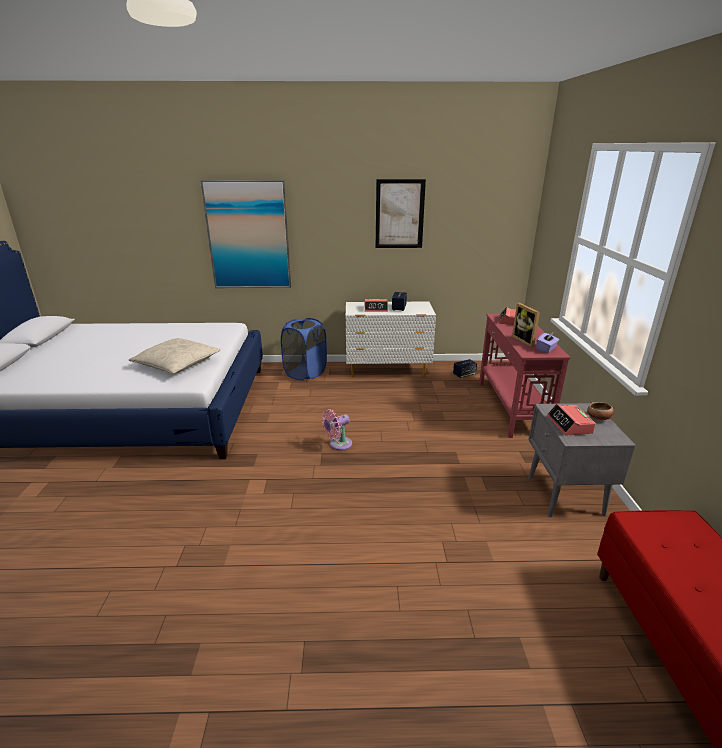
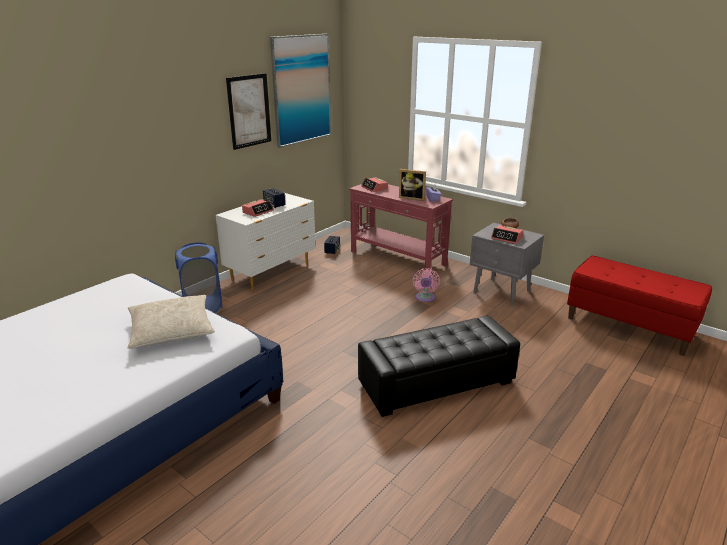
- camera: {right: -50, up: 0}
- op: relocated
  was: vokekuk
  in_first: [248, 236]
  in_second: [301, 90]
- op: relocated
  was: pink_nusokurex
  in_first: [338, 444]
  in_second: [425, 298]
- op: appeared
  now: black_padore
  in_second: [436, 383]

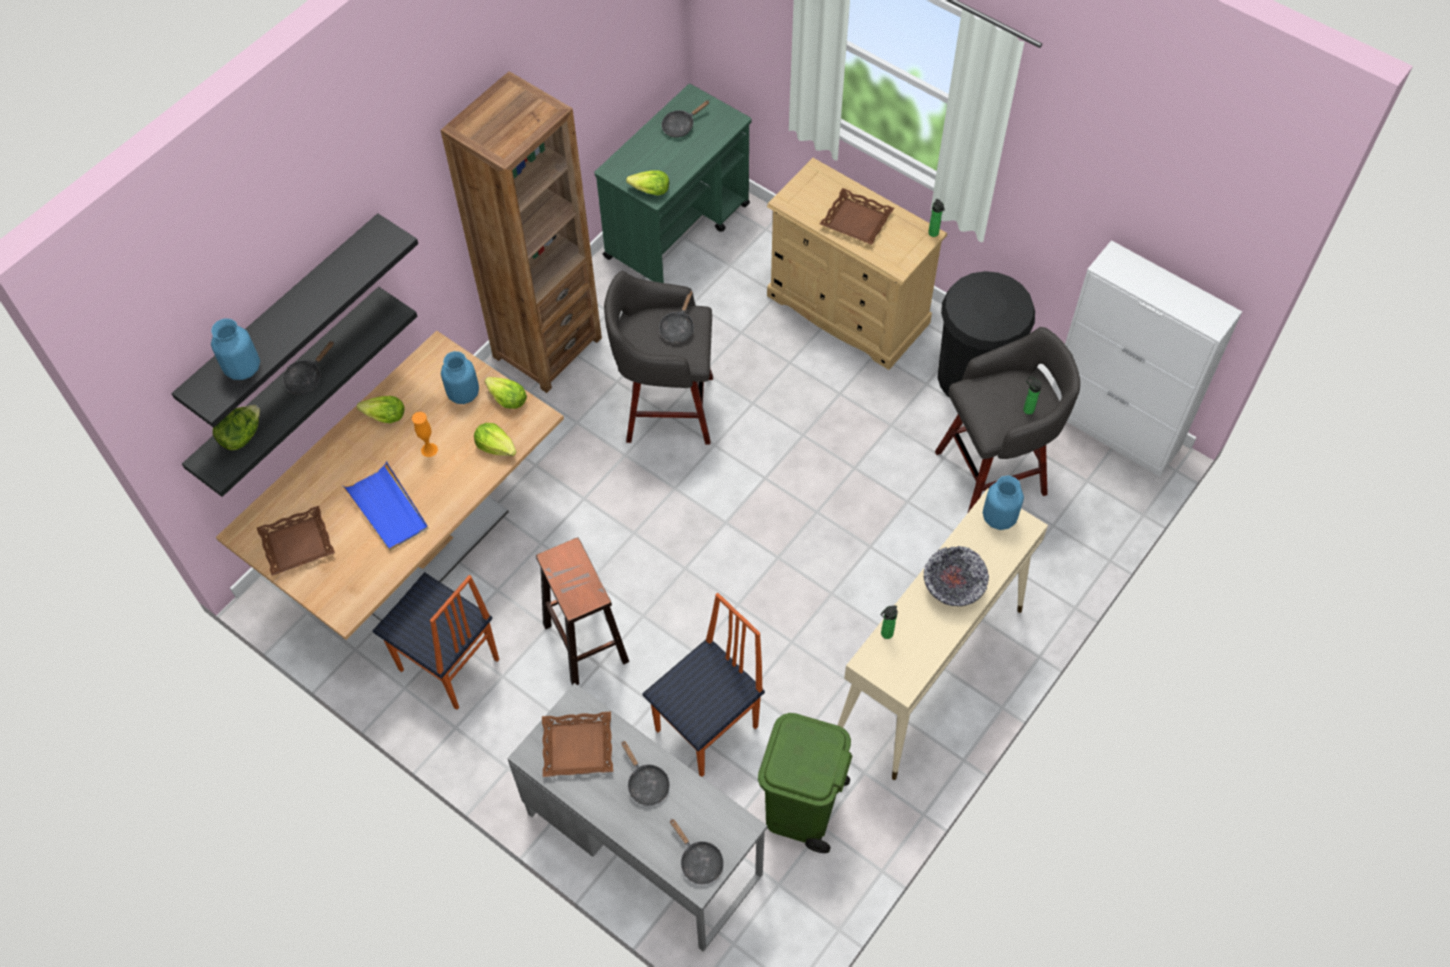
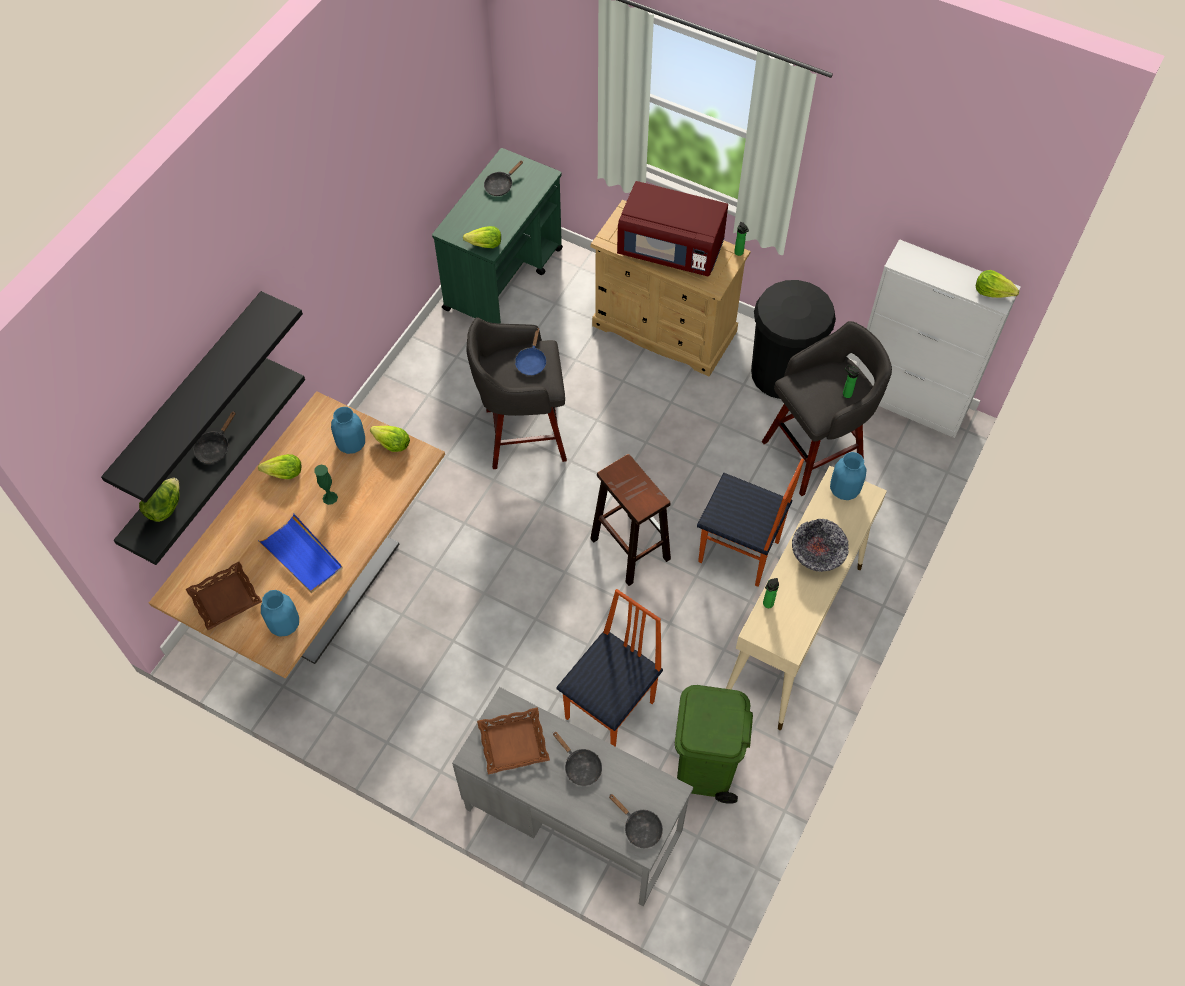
- camera: {right: -10, up: 0}
- op: relocated
  was: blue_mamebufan
  in_first: [243, 368]
  in_second: [284, 624]
- op: relocated
  was: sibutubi
  in_first: [448, 666]
  in_second: [739, 553]
- op: colour
  was: orange_mamebufan
  now: green_mamebufan
  in_first: [429, 450]
  in_second: [330, 498]
- op: missing
  was: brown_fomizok
  in_first: [547, 347]
- op: relocated
  was: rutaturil
  in_first: [496, 447]
  in_second: [992, 292]
- op: relocated
  was: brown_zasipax
  in_first: [584, 642]
  in_second: [629, 548]
- op: colour
  was: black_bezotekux
  now: blue_bezotekux
  in_first: [678, 327]
  in_second: [531, 361]
- op: exchanged
  was: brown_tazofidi
  now: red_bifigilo
  in_first: [856, 220]
  in_second: [671, 249]

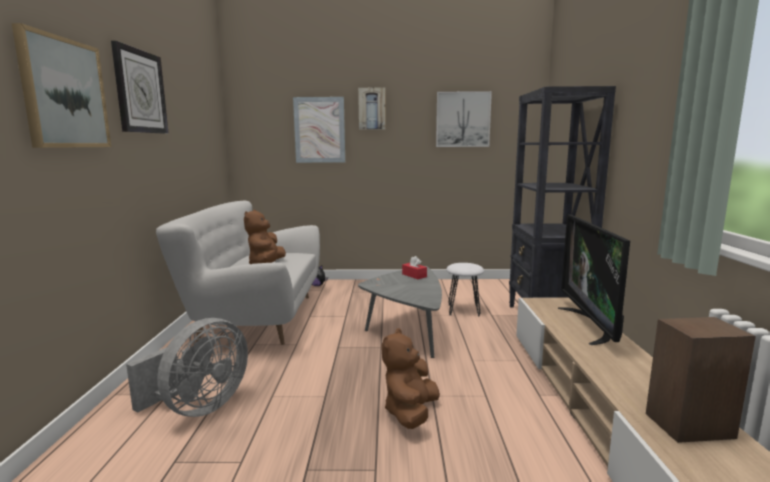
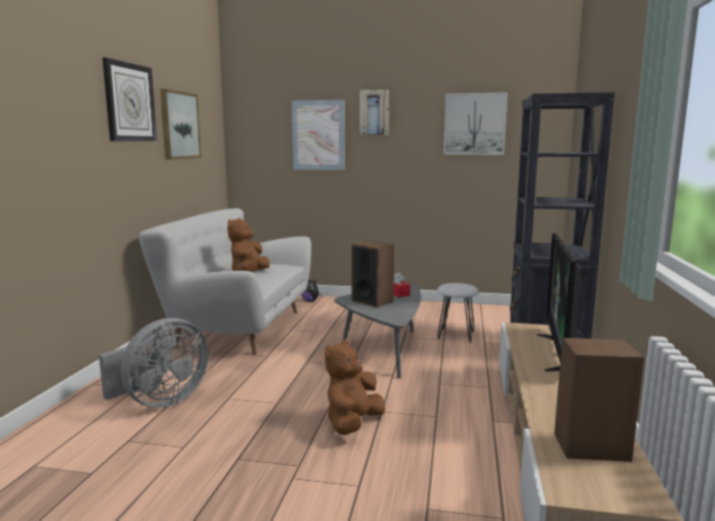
- camera: {right: 10, up: 0}
- op: relocated
  was: vokekuk
  in_first: [64, 93]
  in_second: [179, 125]
- op: appeared
  now: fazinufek
  in_second: [372, 301]

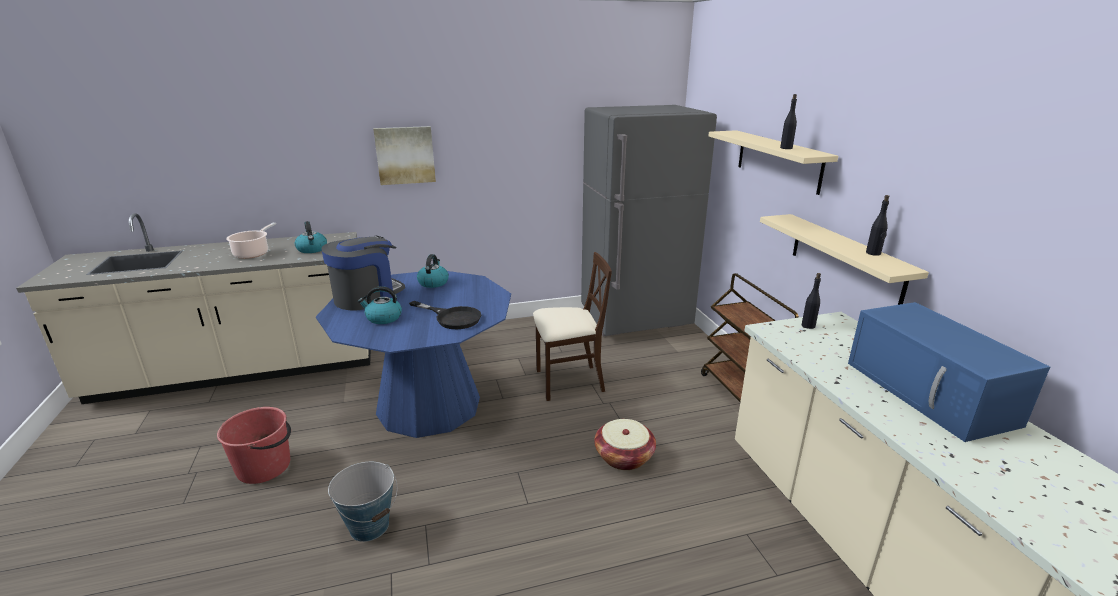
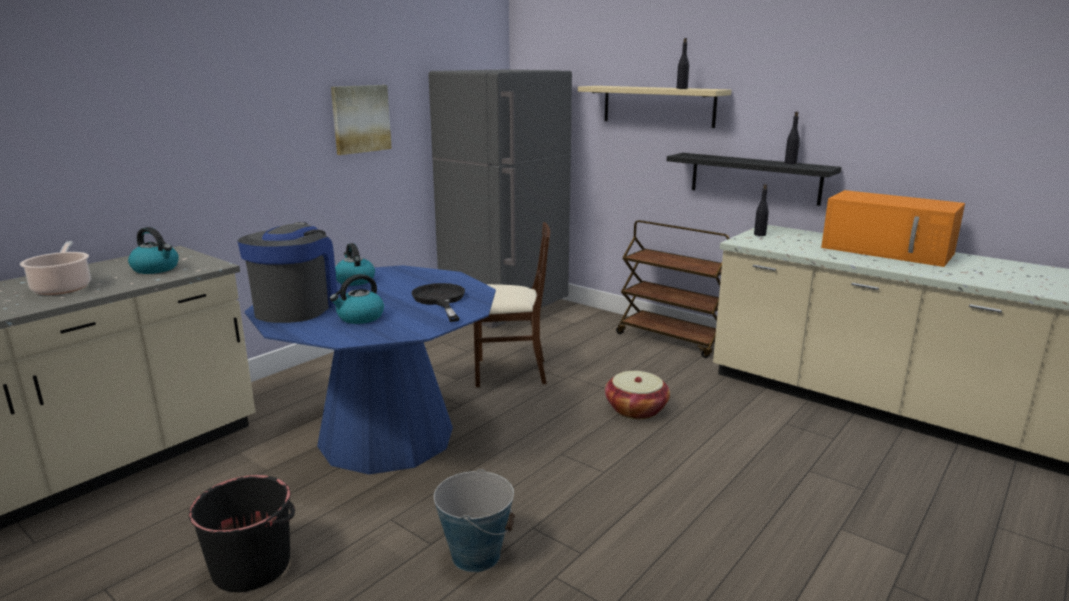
- camera: {right: -35, up: -5}
- op: colour
  was: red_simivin
  now: black_simivin
  in_first: [265, 466]
  in_second: [252, 566]
- op: relocated
  was: vokekuk
  in_first: [405, 155]
  in_second: [360, 119]
- op: spun
  was: black_bezotekux
  in_first: [452, 318]
  in_second: [440, 300]
  clockwise: -105
- op: spun
  was: beige_sibutubi
  in_first: [568, 382]
  in_second: [509, 372]
  clockwise: 45
- op: colour
  was: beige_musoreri
  now: black_musoreri
  in_first: [845, 259]
  in_second: [754, 178]
- op: colour
  was: blue_bifigilo
  now: orange_bifigilo
  in_first: [931, 393]
  in_second: [889, 251]

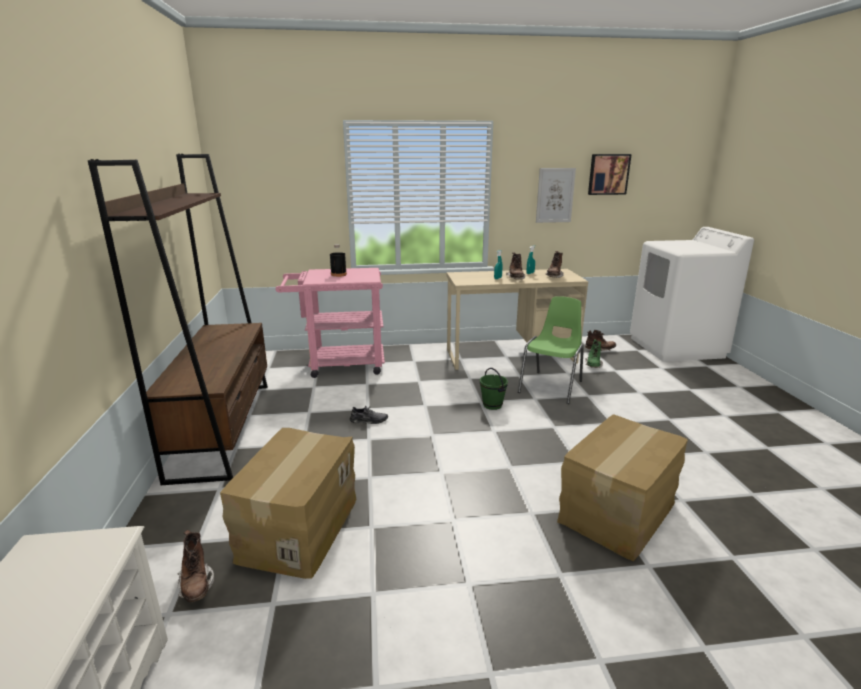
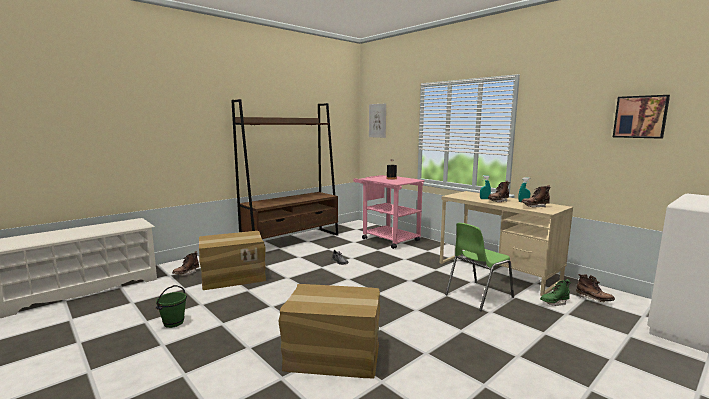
- camera: {right: 55, up: -10}
- op: relocated
  was: green_simivin
  in_first: [492, 405]
  in_second: [174, 323]
- op: spun
  was: green_sibutubi
  in_first: [552, 387]
  in_second: [477, 296]
  clockwise: 150
- op: relocated
  was: vokekuk
  in_first: [555, 195]
  in_second: [377, 120]

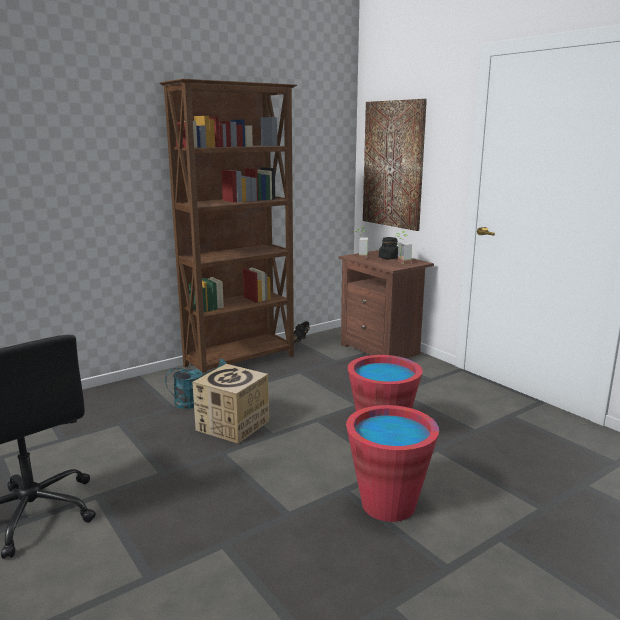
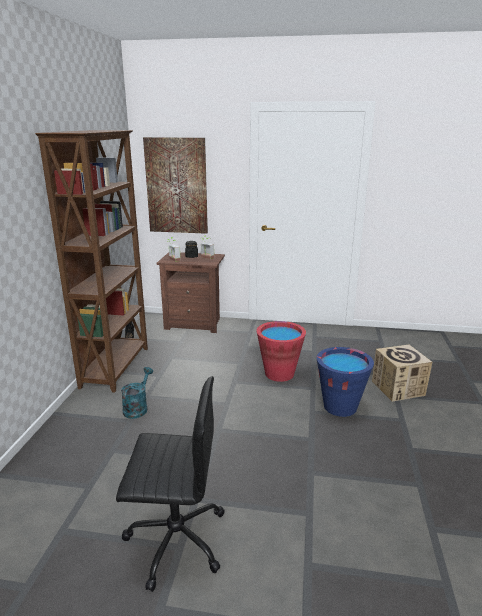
- camera: {right: -45, up: 5}
- op: relocated
  was: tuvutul
  in_first: [233, 425]
  in_second: [398, 388]
- op: colour
  was: red_simivin
  now: blue_simivin
  in_first: [388, 504]
  in_second: [340, 407]

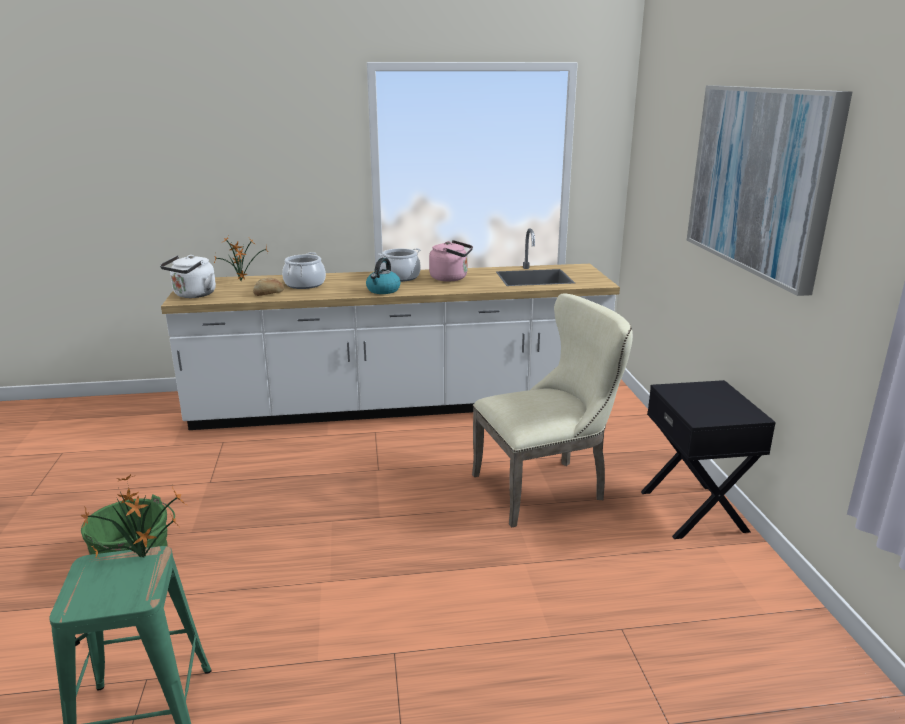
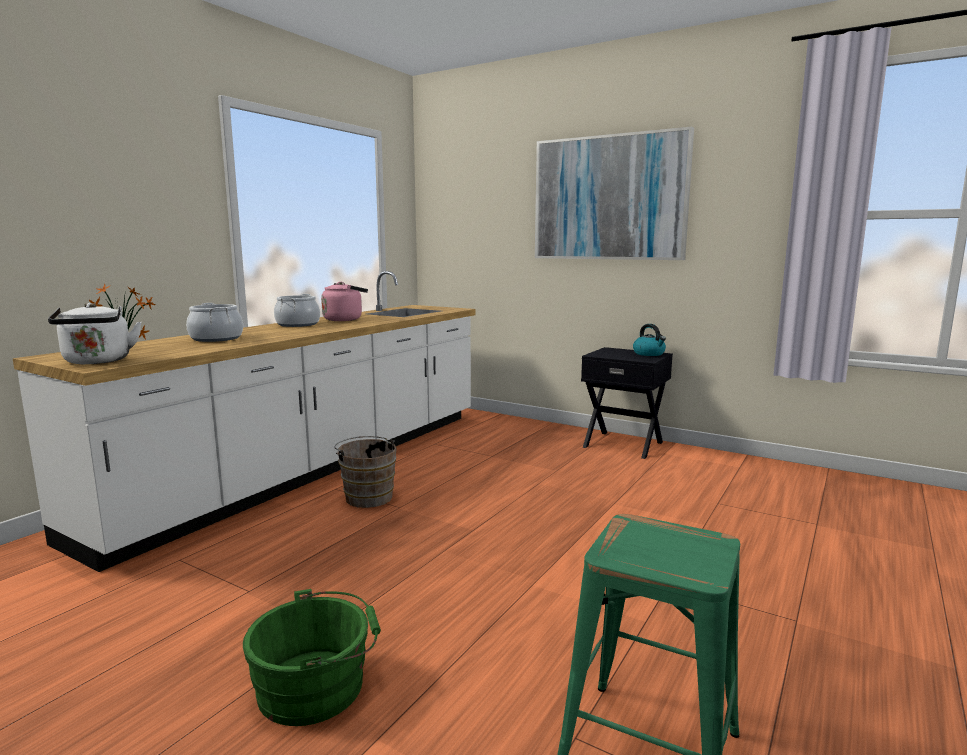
- camera: {right: -50, up: -10}
- op: missing
  was: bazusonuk
  in_first: [146, 557]
- op: missing
  was: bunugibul
  in_first: [269, 294]
- op: relocated
  was: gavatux
  in_first: [383, 290]
  in_second: [649, 354]
- op: missing
  was: beige_sibutubi
  in_first: [546, 487]
- op: appeared
  now: brown_simivin
  in_second: [367, 496]

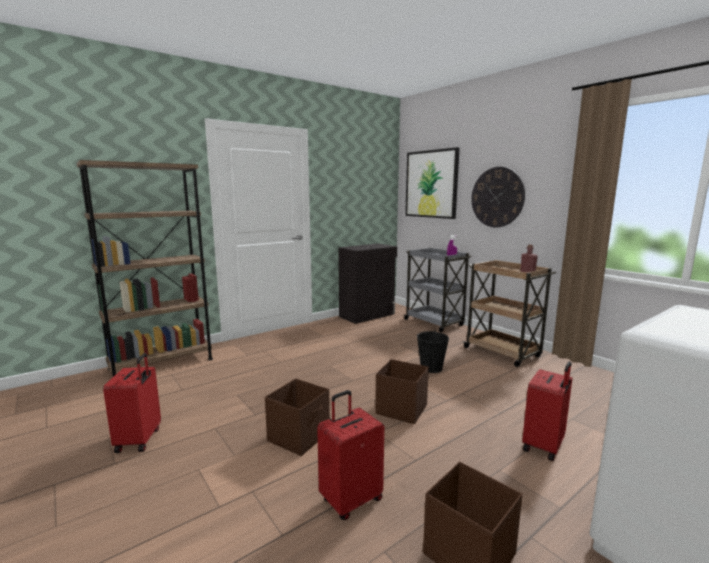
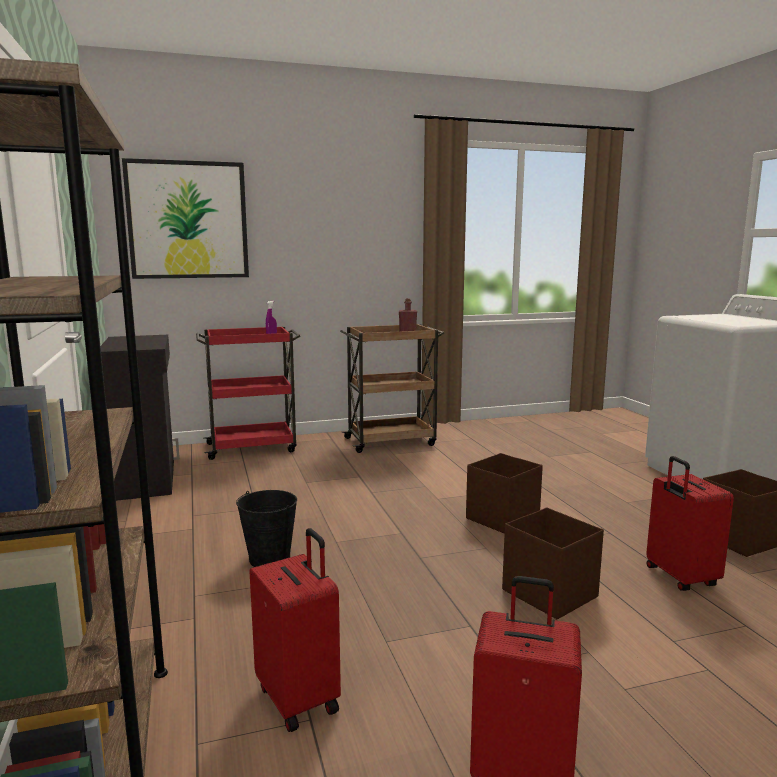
- camera: {right: -70, up: 0}
- op: colour
  was: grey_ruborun
  now: red_ruborun
  in_first: [434, 323]
  in_second: [253, 447]
- op: relocated
  was: black_simivin
  in_first: [431, 368]
  in_second: [270, 558]
- op: missing
  was: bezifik
  in_first: [497, 197]
- op: relocated
  was: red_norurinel
  in_first: [544, 446]
  in_second: [300, 698]

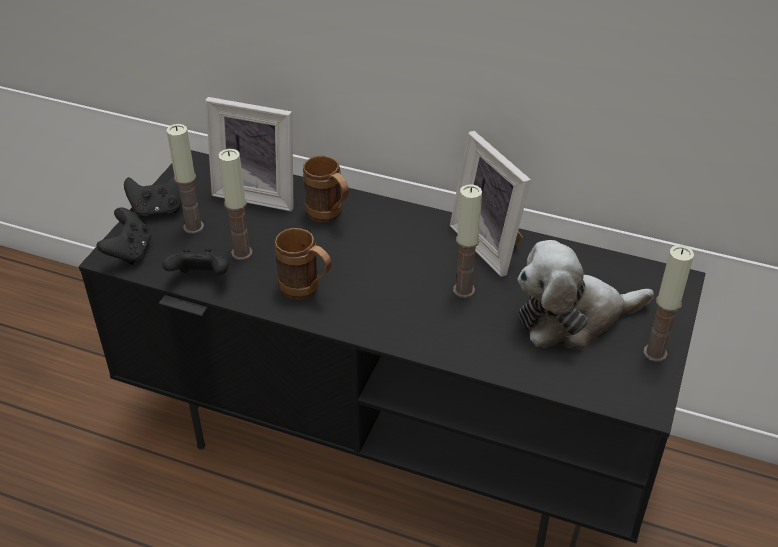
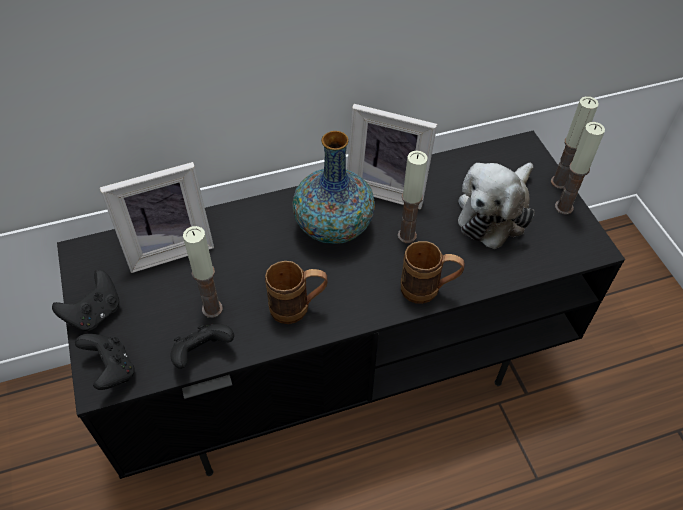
- camera: {right: -40, up: 10}
- op: relocated
  was: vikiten
  in_first: [193, 227]
  in_second: [559, 182]
- op: relocated
  was: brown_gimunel
  in_first: [329, 216]
  in_second: [428, 291]
- op: appeared
  now: mamebufan
  in_second: [333, 227]

